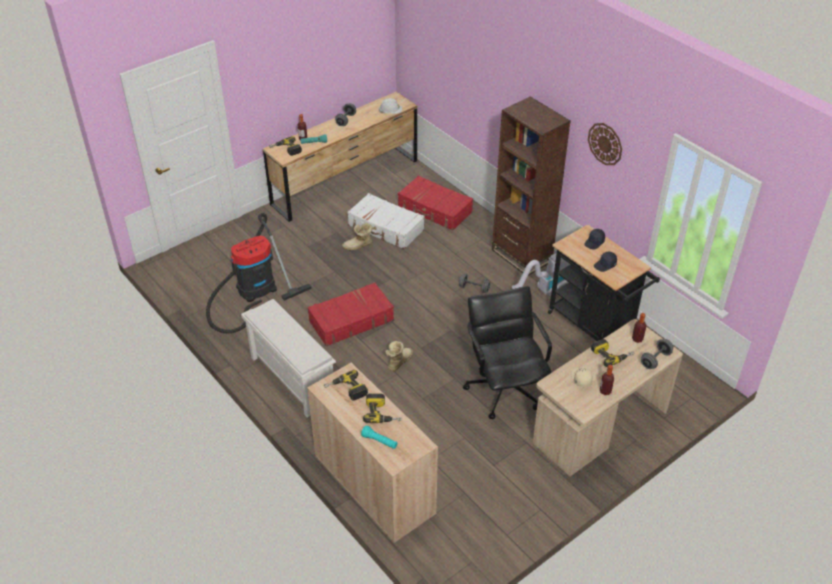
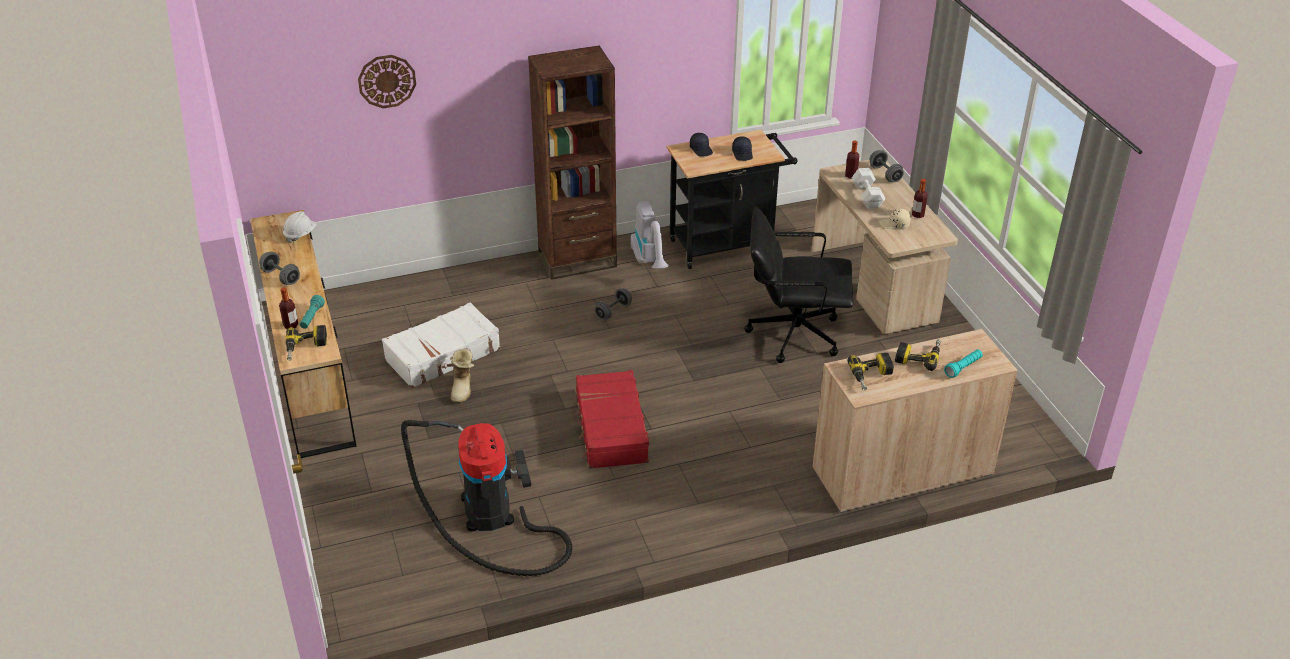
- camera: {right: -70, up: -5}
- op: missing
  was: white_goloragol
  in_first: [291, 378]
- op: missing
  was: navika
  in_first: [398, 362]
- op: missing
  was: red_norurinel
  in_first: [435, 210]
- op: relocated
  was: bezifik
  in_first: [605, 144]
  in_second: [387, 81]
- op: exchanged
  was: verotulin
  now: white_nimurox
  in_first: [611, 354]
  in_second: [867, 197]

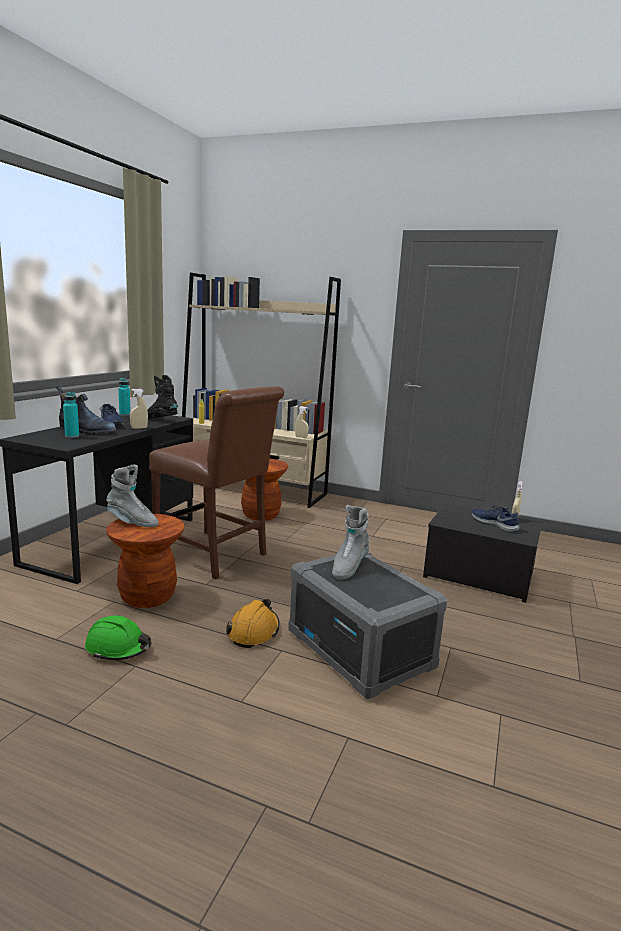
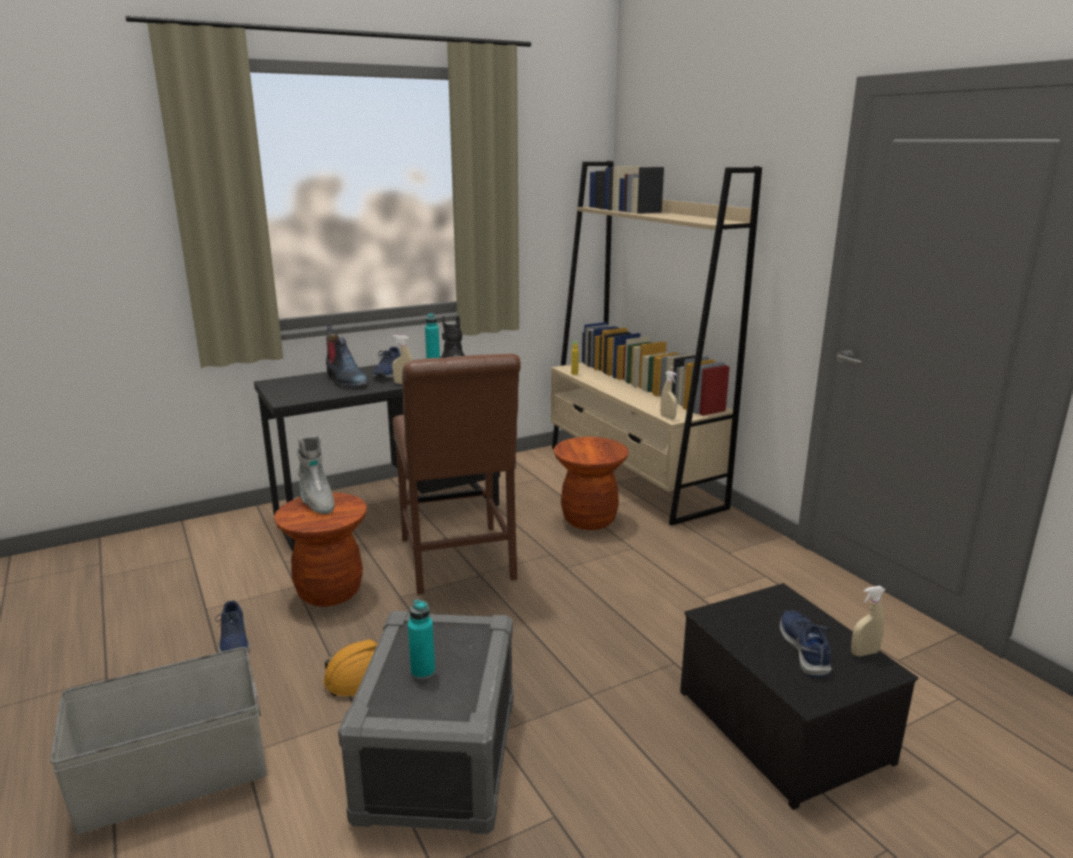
- camera: {right: 40, up: 5}
- op: relocated
  was: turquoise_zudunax
  in_first: [72, 436]
  in_second: [423, 672]
- op: exchanged
  was: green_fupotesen
  now: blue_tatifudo
  in_first: [118, 648]
  in_second: [234, 641]
- op: missing
  was: grey_navika
  in_first: [348, 567]
- op: appeared
  now: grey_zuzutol
  in_second: [173, 775]

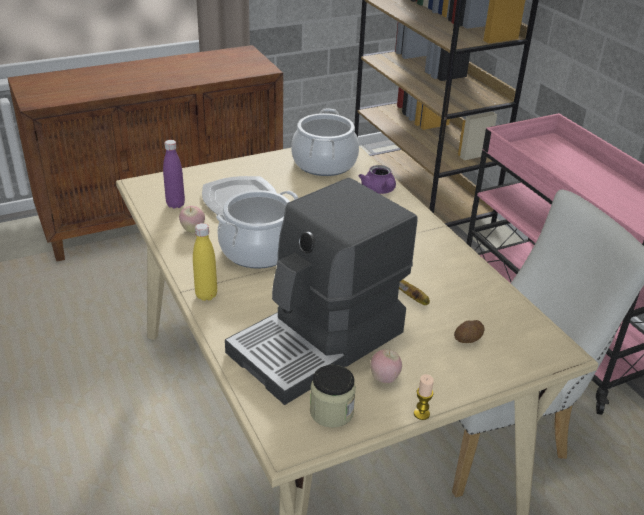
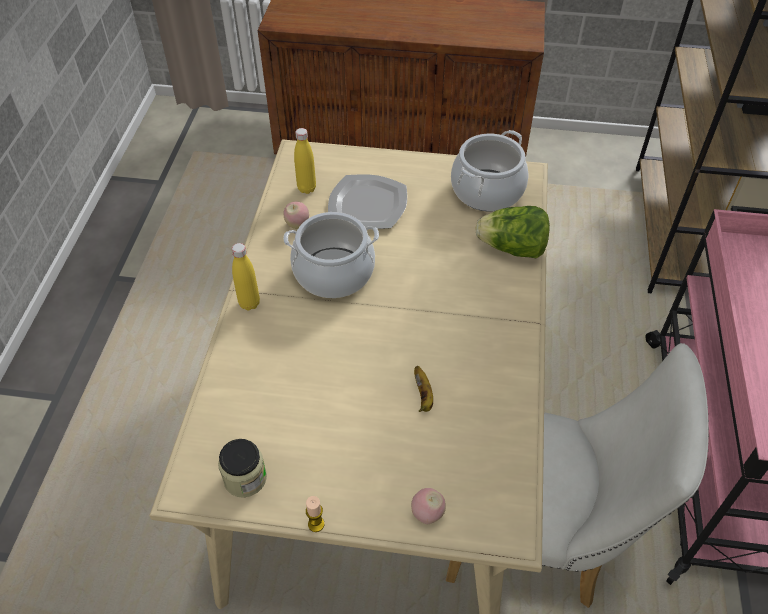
- camera: {right: 35, up: 15}
- op: colour
  was: purple_zudunax
  now: yellow_zudunax
  in_first: [175, 204]
  in_second: [306, 188]
- op: missing
  was: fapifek
  in_first: [319, 343]
- op: exchanged
  was: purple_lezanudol
  now: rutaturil
  in_first: [379, 191]
  in_second: [512, 249]
- op: relocated
  was: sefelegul
  in_first: [384, 379]
  in_second: [427, 514]
- op: missing
  was: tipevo
  in_first: [468, 339]

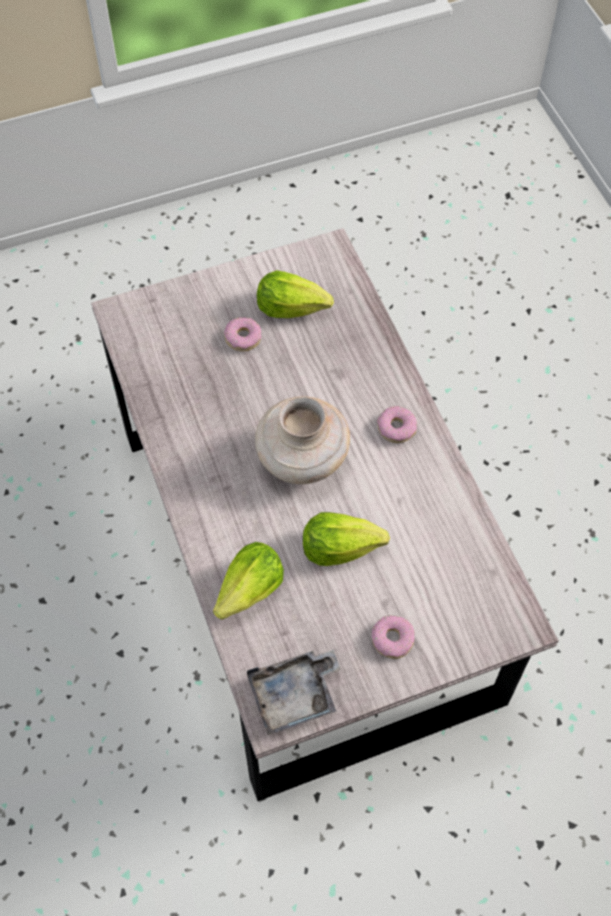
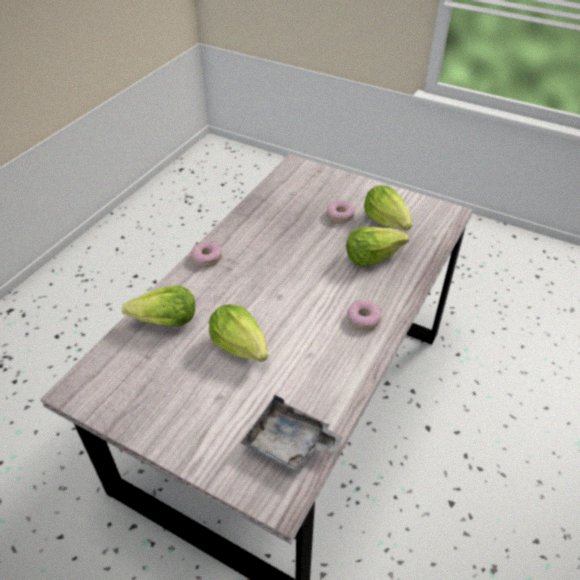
- camera: {right: 50, up: -15}
- op: relocated
  was: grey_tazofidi
  in_first: [295, 695]
  in_second: [289, 444]
- op: missing
  was: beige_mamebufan
  in_first: [302, 460]
- op: relocated
  was: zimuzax
  in_first: [392, 639]
  in_second: [207, 258]
- op: appeared
  now: rutaturil
  in_second: [372, 256]

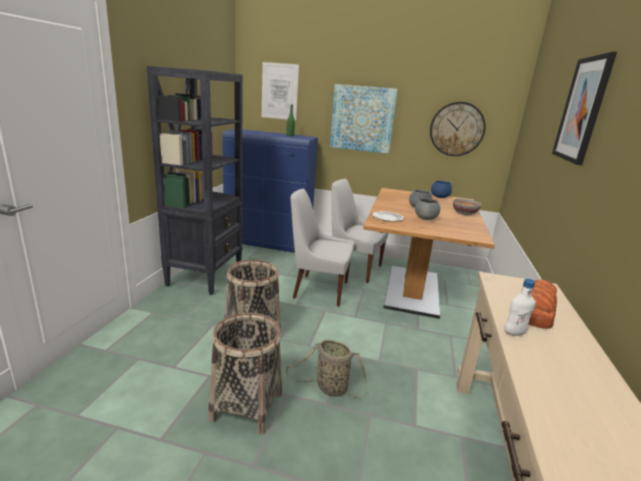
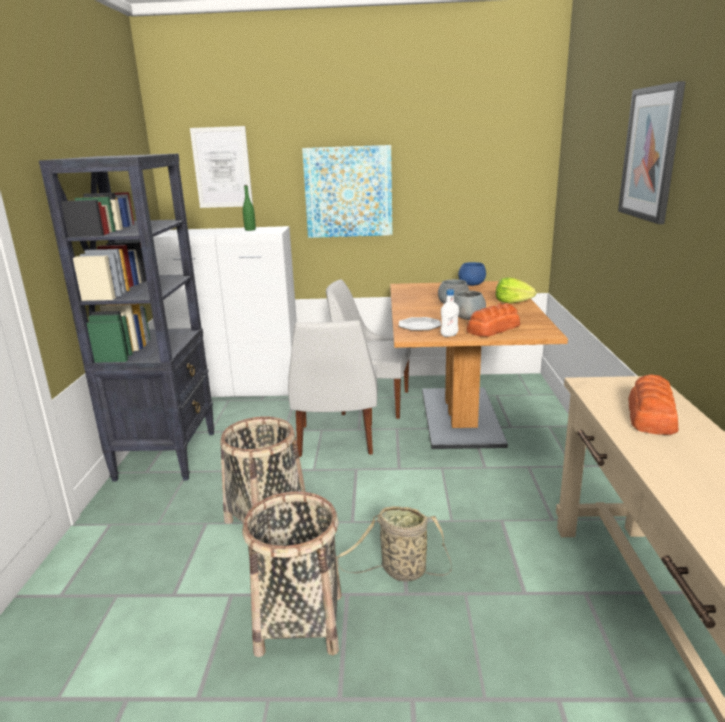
- camera: {right: -10, up: 0}
- op: colour
  was: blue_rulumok
  now: white_rulumok
  in_first: [268, 244]
  in_second: [241, 390]
- op: spun
  was: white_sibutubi
  in_first: [318, 289]
  in_second: [336, 441]
  clockwise: -90
- op: missing
  was: bezifik
  in_first: [457, 129]
- op: exchanged
  was: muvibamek
  now: rutaturil
  in_first: [464, 213]
  in_second: [512, 302]
- op: relocated
  was: white_zudunax
  in_first: [514, 333]
  in_second: [449, 335]
- op: appeared
  now: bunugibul
  in_second: [492, 329]

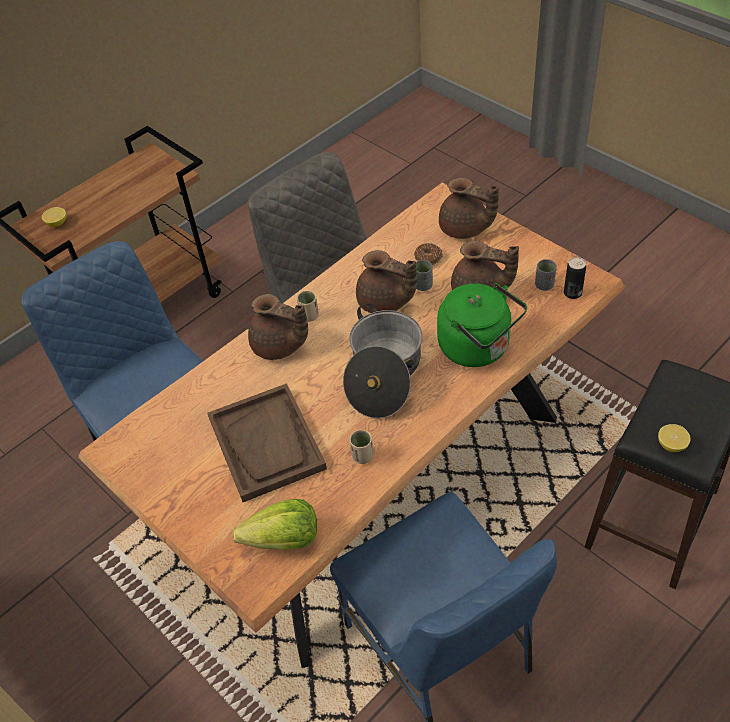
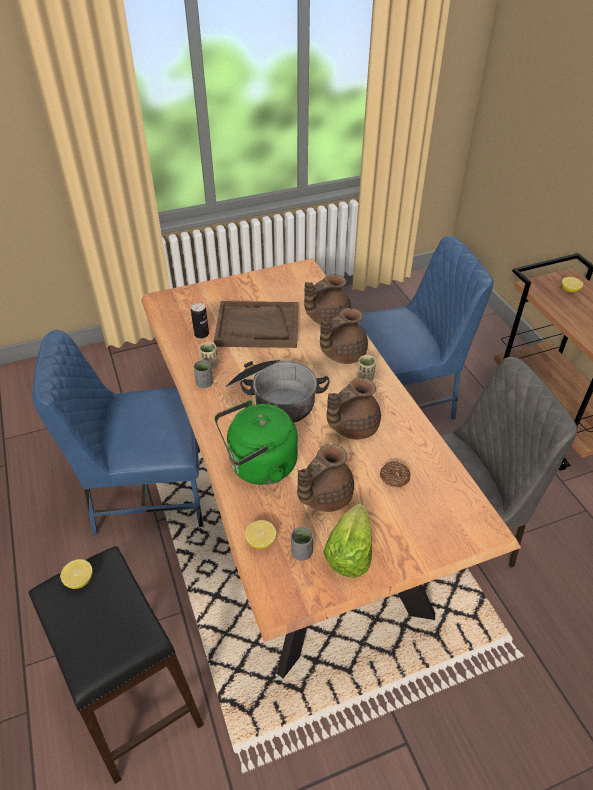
- camera: {right: 110, up: -5}
- op: relocated
  was: rutaturil
  in_first: [284, 540]
  in_second: [349, 553]
- op: relocated
  was: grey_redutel
  in_first: [423, 285]
  in_second: [204, 383]
- op: relocated
  was: brown_lezanudol
  in_first: [465, 229]
  in_second: [327, 319]
- op: relocated
  was: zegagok
  in_first: [572, 293]
  in_second: [201, 334]
- op: appeared
  now: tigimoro
  in_second: [261, 541]

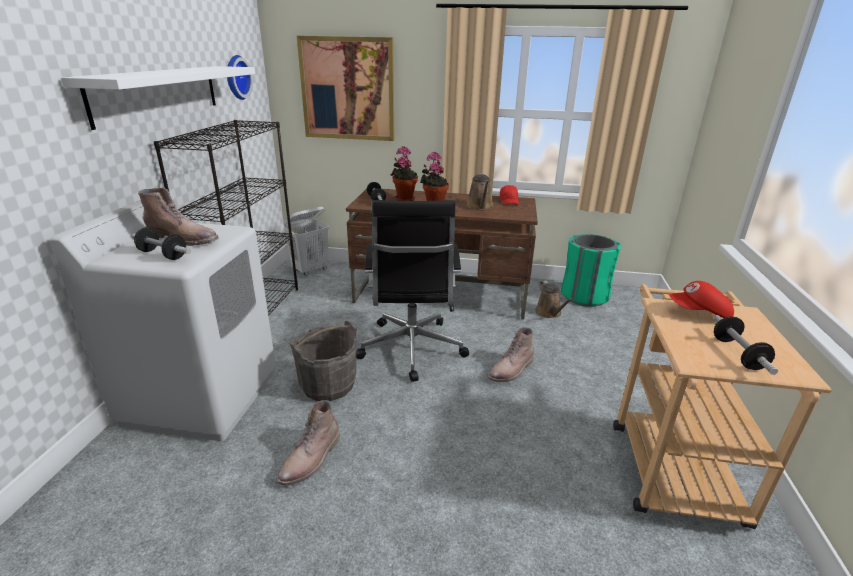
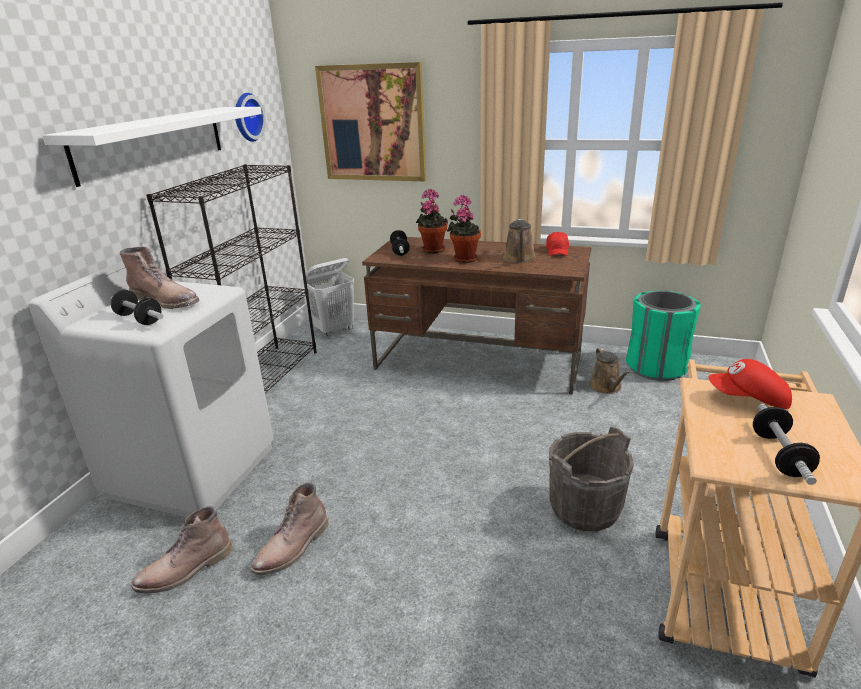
- camera: {right: 10, up: 0}
- op: relocated
  was: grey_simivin
  in_first: [328, 385]
  in_second: [585, 508]
- op: missing
  was: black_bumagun
  in_first: [411, 350]
- op: relocated
  was: brown_navika
  in_first: [511, 370]
  in_second: [185, 570]

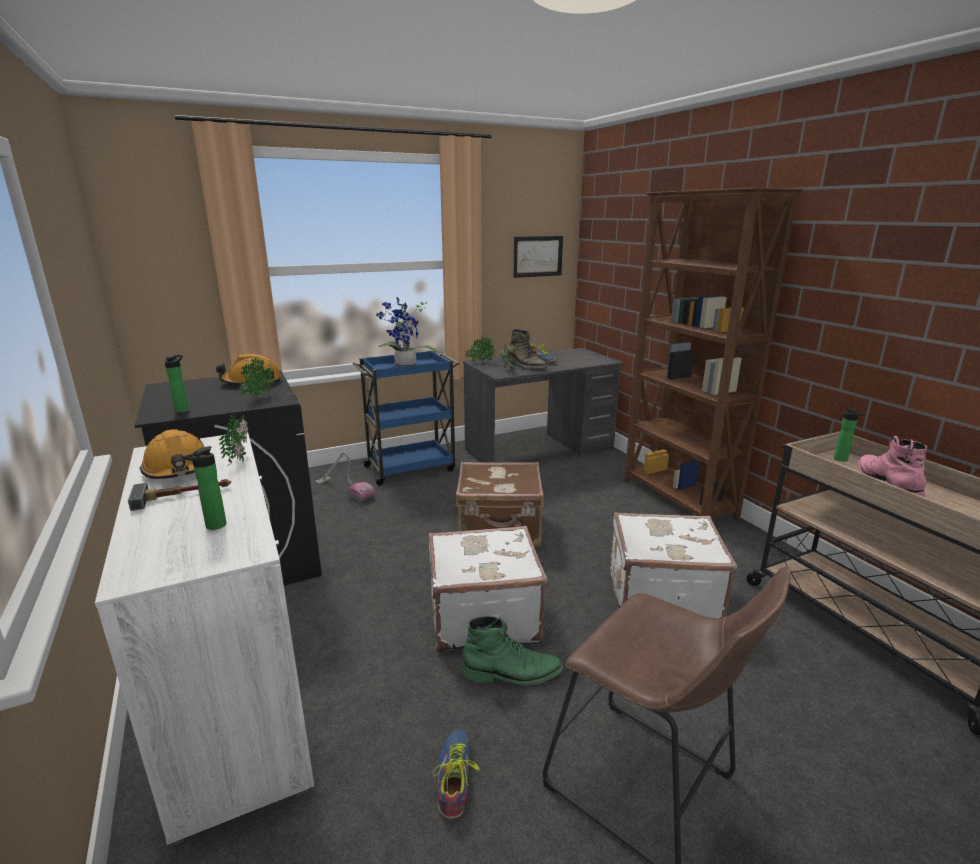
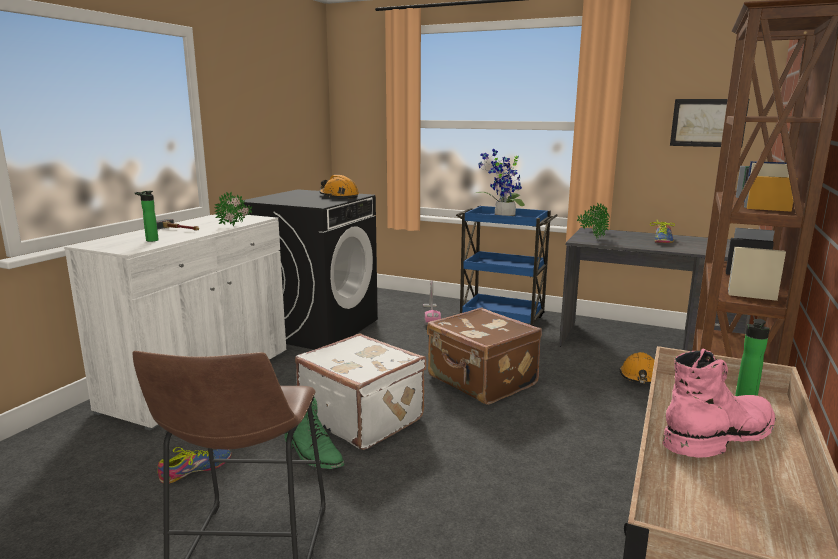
- camera: {right: 50, up: -5}
- op: relocated
  was: orange_fupotesen
  in_first: [178, 469]
  in_second: [640, 377]
- op: missing
  was: zudunax
  in_first: [183, 410]
- op: missing
  was: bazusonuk
  in_first: [256, 399]
- op: missing
  was: green_navika
  in_first: [526, 365]
- op: missing
  was: white_norurinel
  in_first: [661, 595]

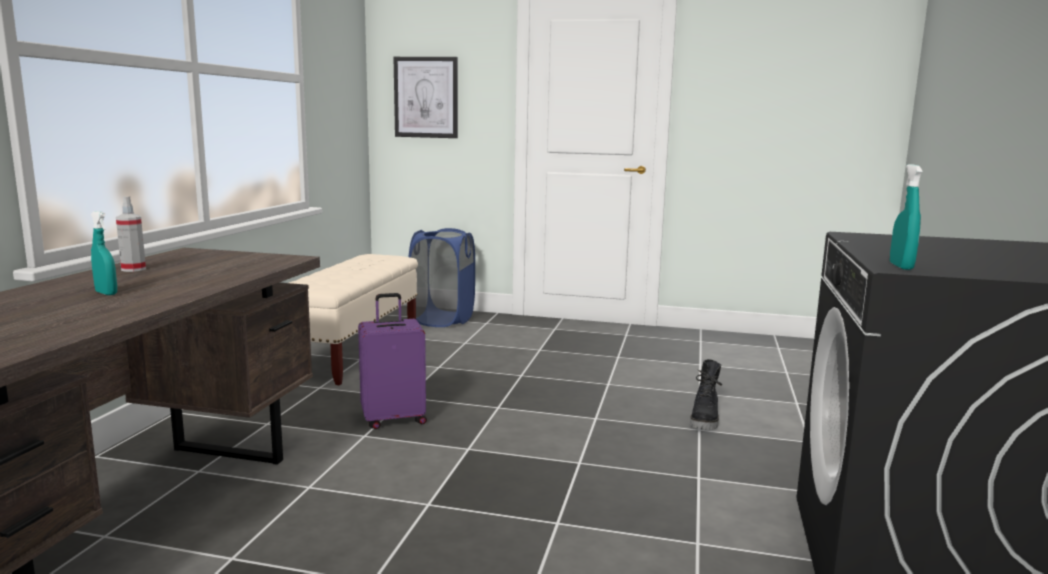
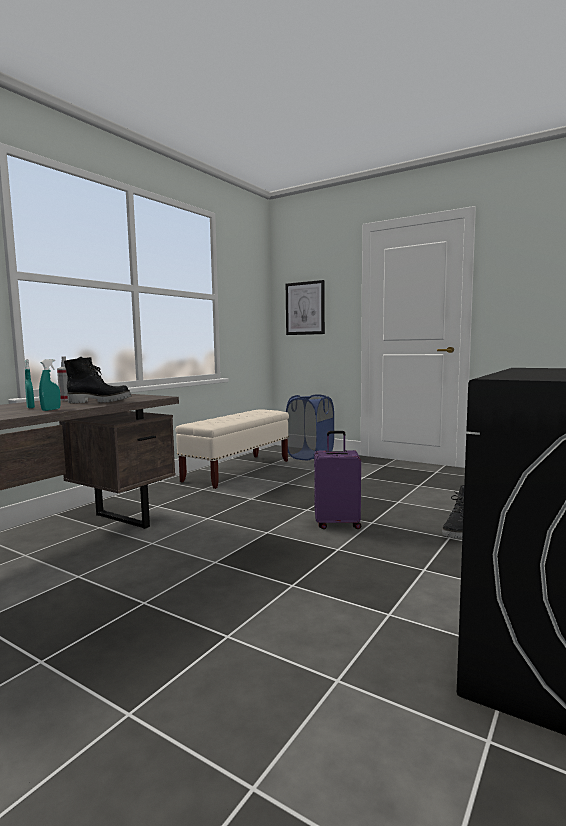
- camera: {right: 20, up: -5}
- op: relocated
  was: purple_norurinel
  in_first: [394, 419]
  in_second: [337, 523]
- op: relocated
  was: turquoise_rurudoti
  in_first: [901, 266]
  in_second: [51, 409]
- op: appeared
  now: black_navika
  in_second: [100, 401]

